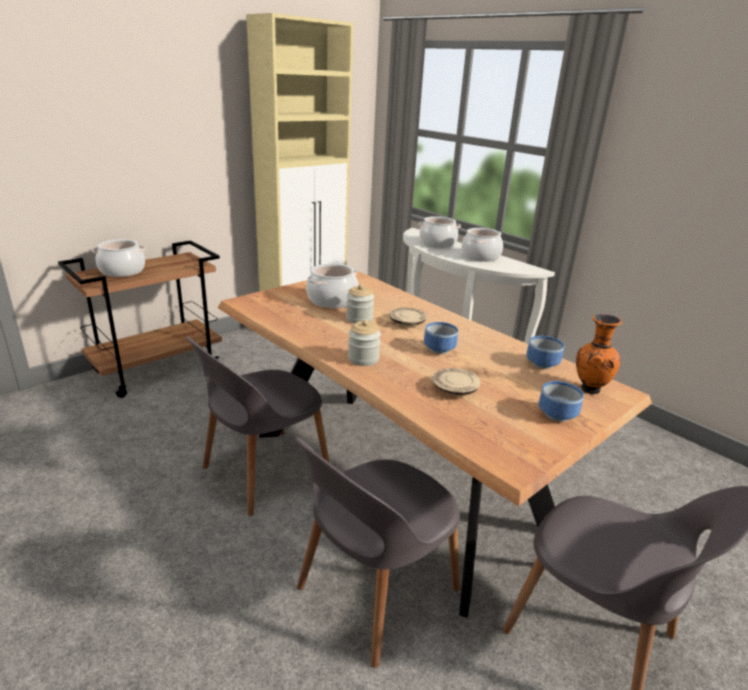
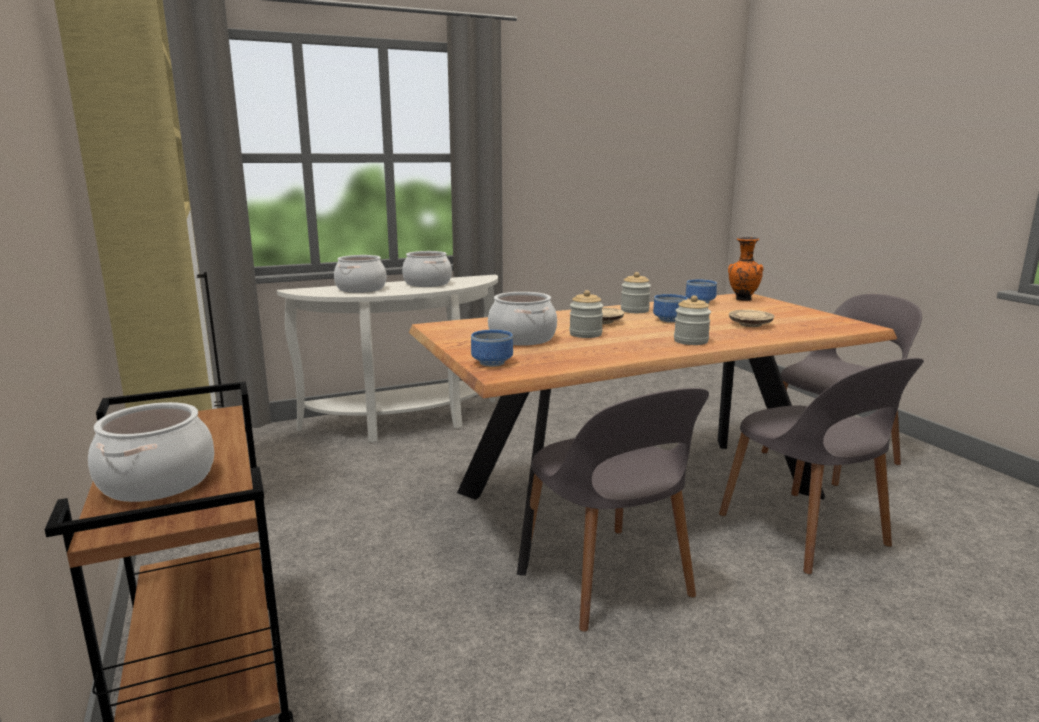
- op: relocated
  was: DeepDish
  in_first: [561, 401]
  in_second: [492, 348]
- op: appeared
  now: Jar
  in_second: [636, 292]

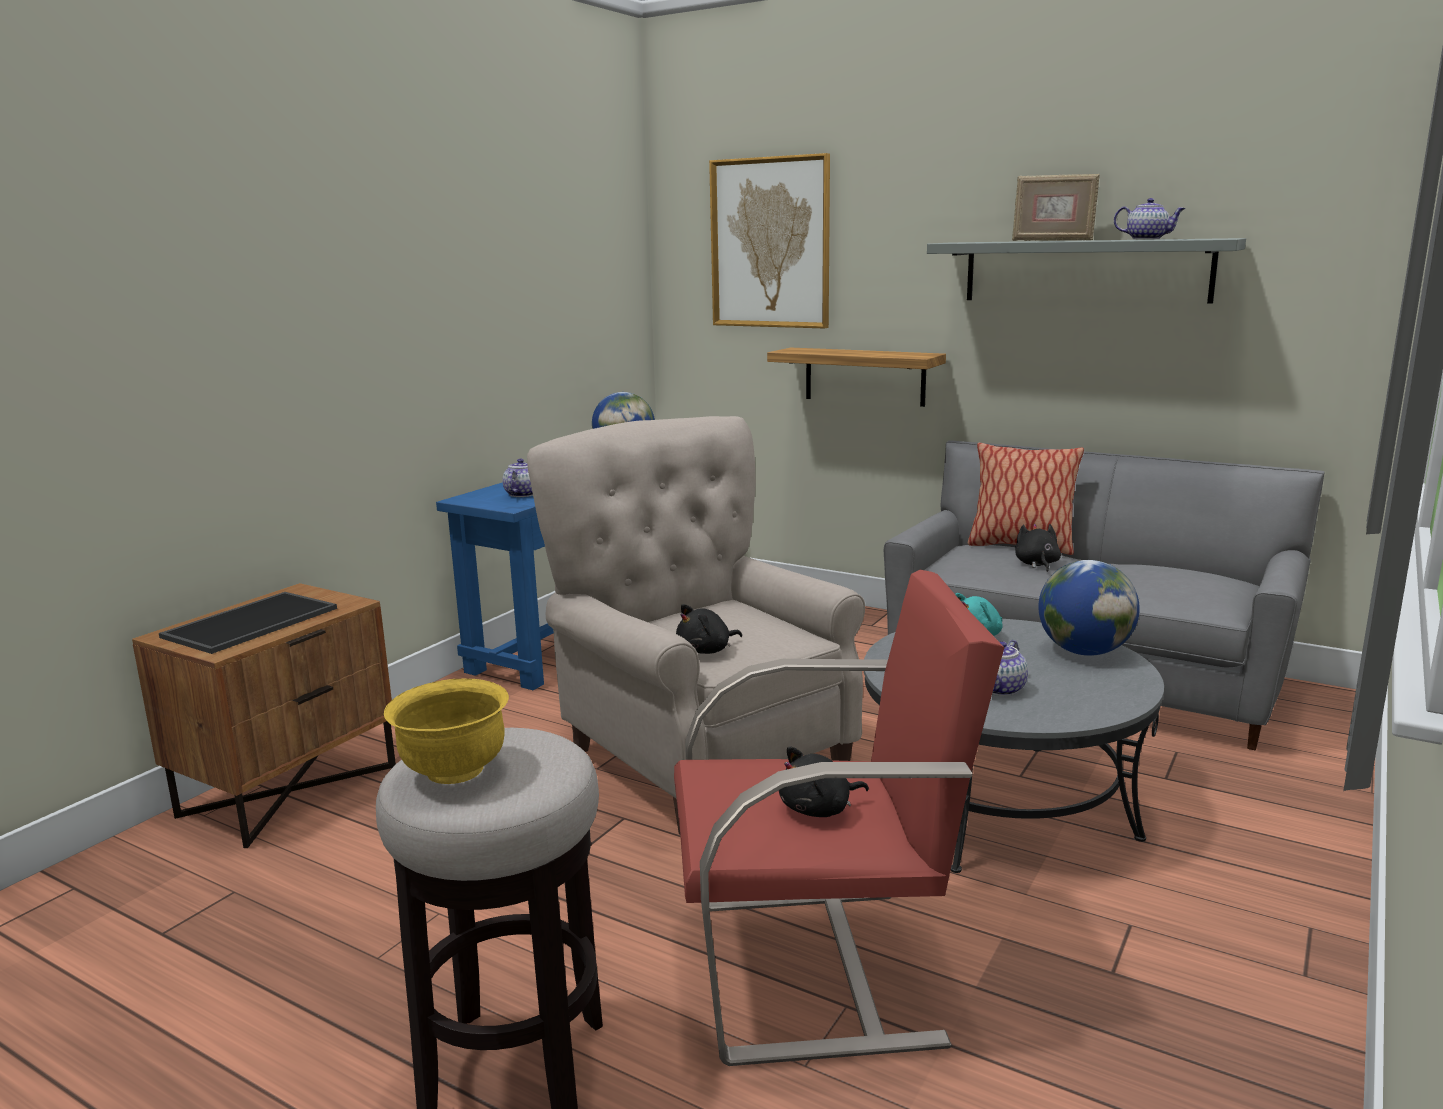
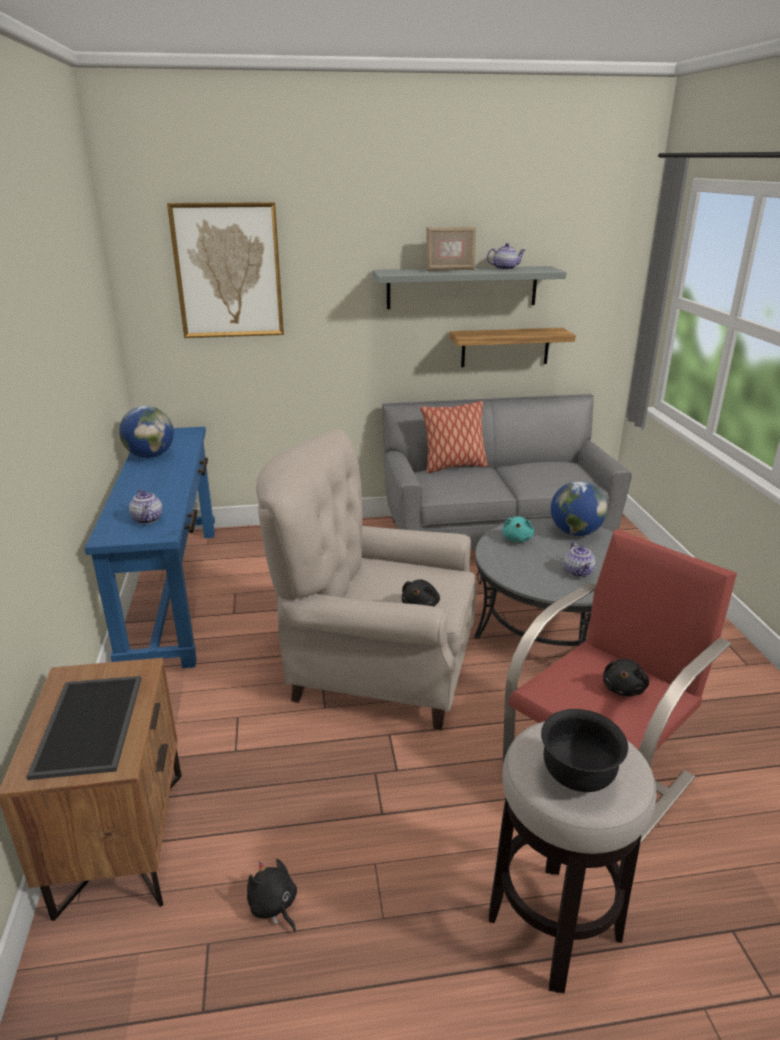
- op: relocated
  was: BlackColouredSoftToy
  in_first: [1038, 548]
  in_second: [272, 896]
- op: relocated
  was: WallShelf
  in_first: [856, 377]
  in_second: [512, 347]
- op: colour
  was: YellowDeepDish
  now: BlackColouredDeepDish
  in_first: [446, 731]
  in_second: [584, 750]

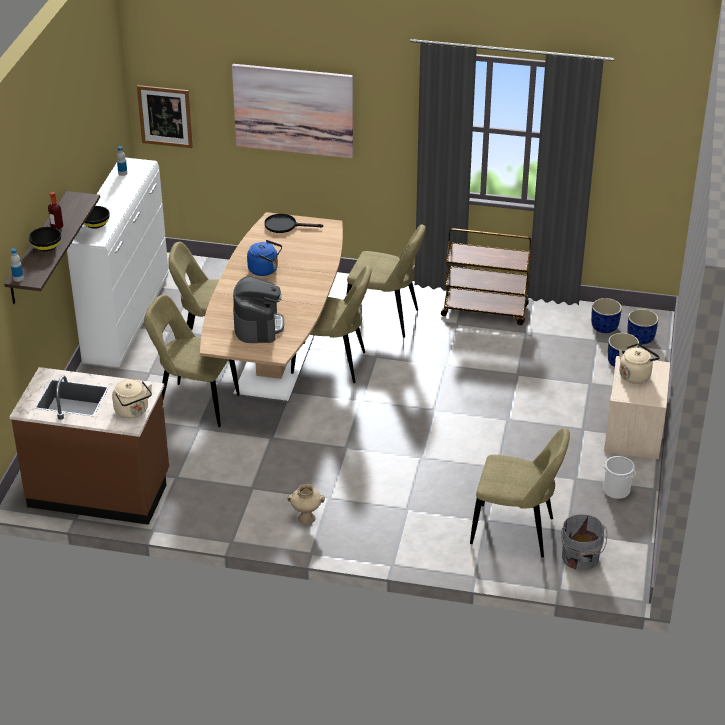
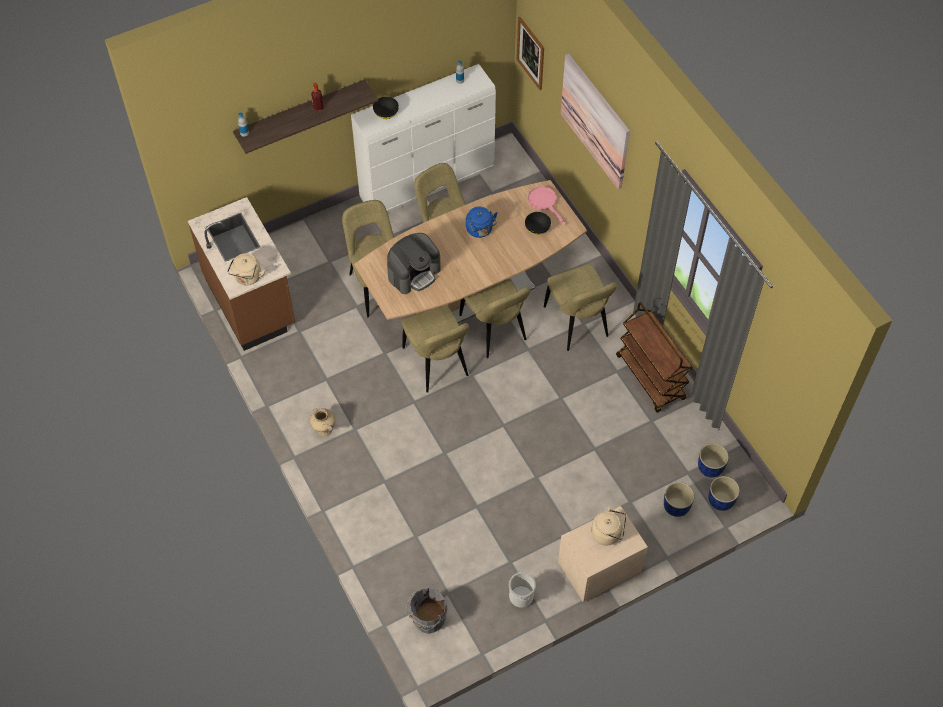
- op: relocated
  was: SandColouredUprightChair
  in_first: [520, 493]
  in_second: [435, 349]
- op: relocated
  was: BlackColouredDeepDish
  in_first: [45, 239]
  in_second: [538, 223]
- op: colour
  was: BlackColouredFryingPan
  now: PinkColouredFryingPan
  in_first: [294, 223]
  in_second: [547, 205]

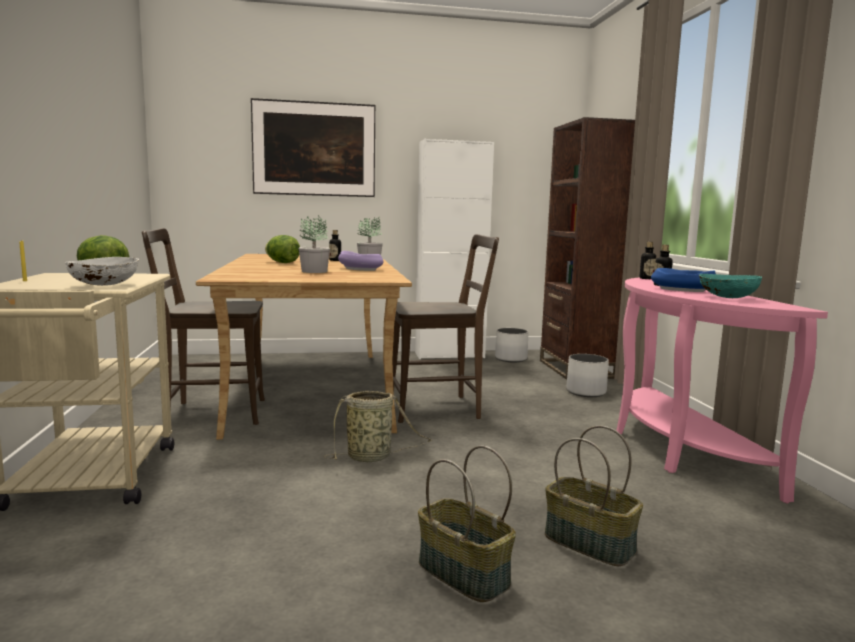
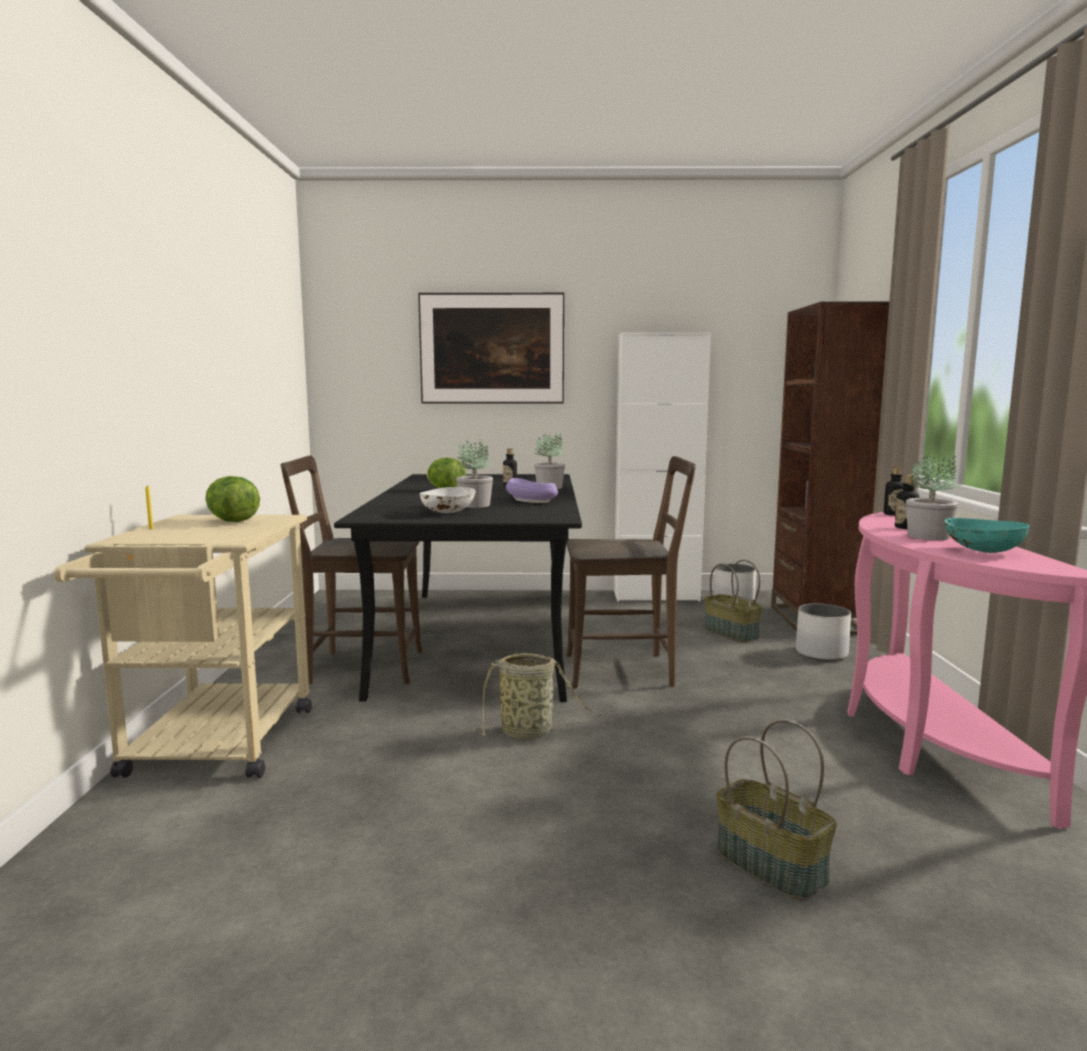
- op: colour
  was: SandColouredDiningTable
  now: BlackColouredDiningTable
  in_first: [304, 347]
  in_second: [458, 588]
- op: relocated
  was: WhitishDeepDish
  in_first: [102, 271]
  in_second: [448, 500]
- op: relocated
  was: Basket
  in_first: [467, 523]
  in_second: [733, 601]
- op: exchanged
  was: BlueDeepDish
  now: Houseplant
  in_first: [683, 280]
  in_second: [932, 497]

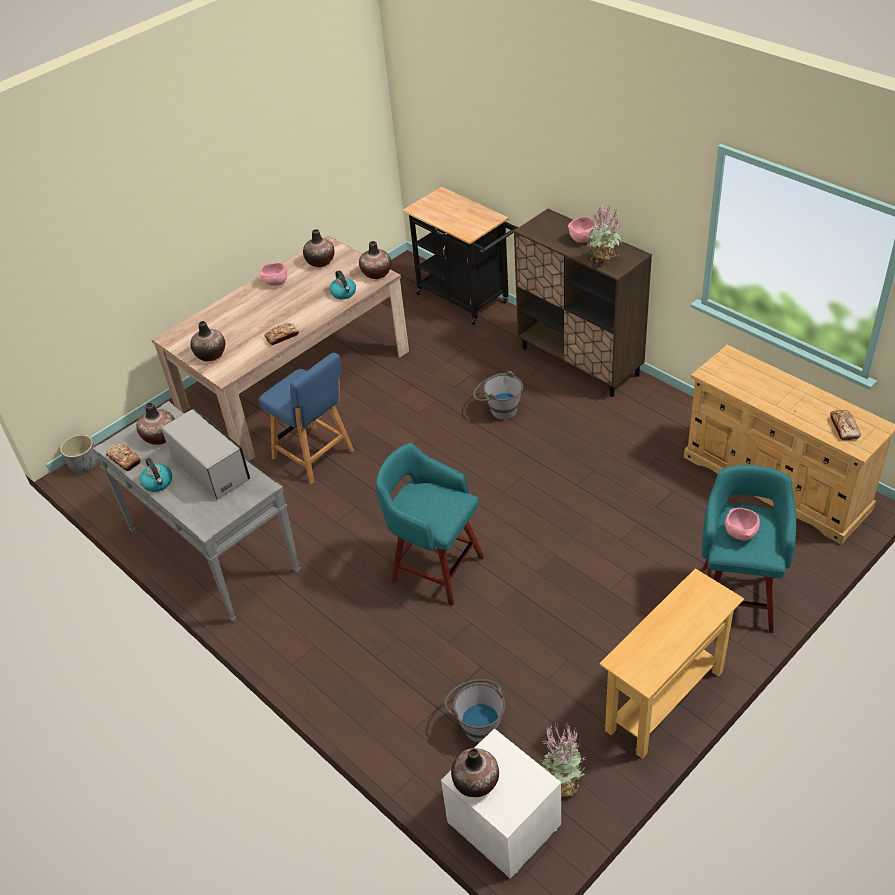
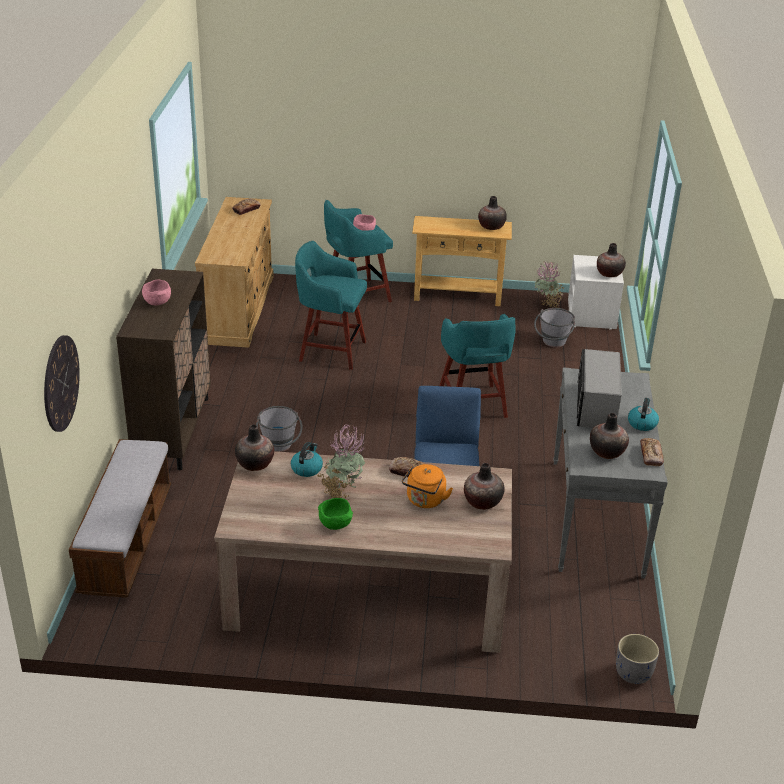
- op: appeared
  now: HangingClock
  in_second: [62, 383]
- op: exchanged
  was: BlackColouredCart
  now: IndoorBench
  in_first: [461, 256]
  in_second: [120, 518]
- op: appeared
  now: TurquoiseColouredSittingStool
  in_second: [331, 305]
- op: relocated
  was: Houseplant
  in_first: [606, 233]
  in_second: [341, 462]
- op: colour
  was: PinkColouredDeepDish
  now: GreenishDeepDish
  in_first: [273, 274]
  in_second: [335, 514]
- op: appeared
  now: OrangeyTeaKettle
  in_second: [427, 486]
- op: relocated
  was: Vase
  in_first: [319, 248]
  in_second: [492, 213]

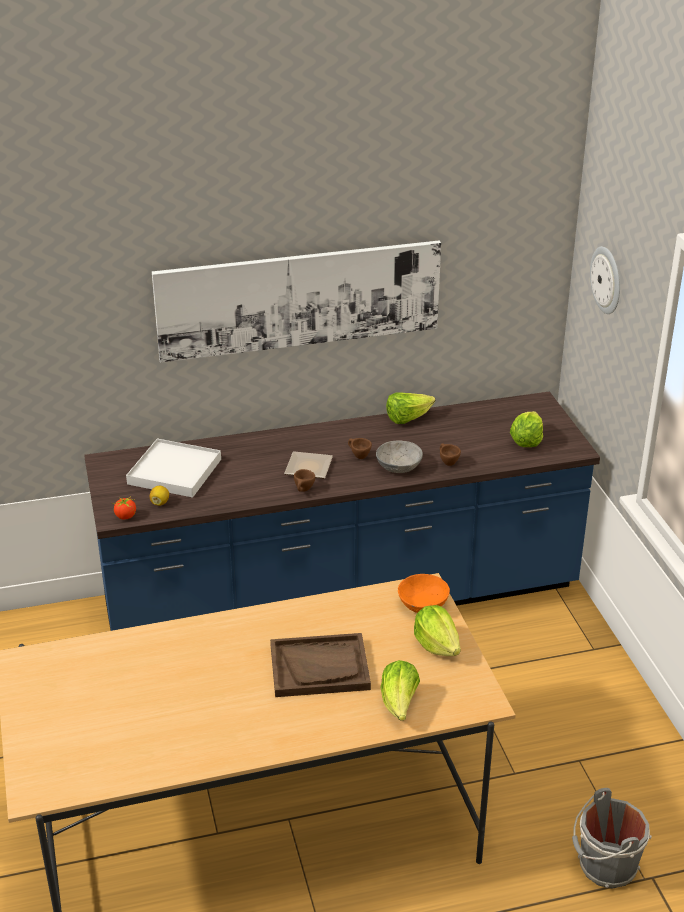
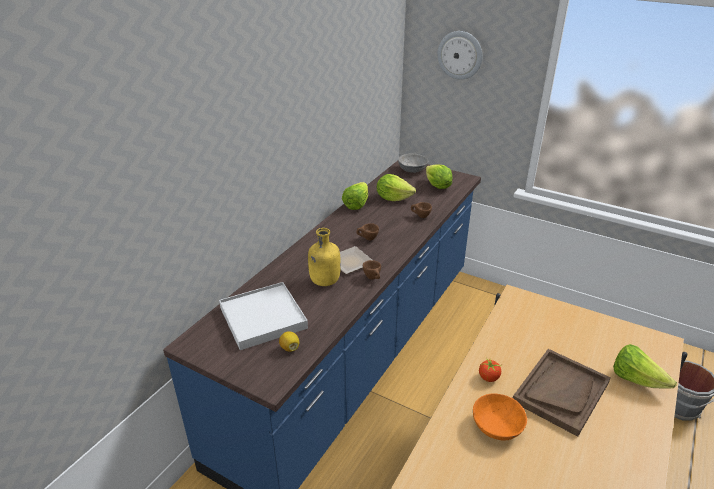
- op: appeared
  now: YellowBeverageBottle
  in_second: [324, 257]
- op: relocated
  was: Lettuce
  in_first: [437, 630]
  in_second: [396, 187]
- op: relocated
  was: GreyishDeepDish
  in_first: [399, 457]
  in_second: [413, 163]
- op: relocated
  was: OrangeyDeepDish
  in_first: [424, 593]
  in_second: [500, 417]
- op: relocated
  was: FreshTomato
  in_first: [124, 508]
  in_second: [490, 370]
- op: missing
  was: WallPicture
  in_first: [296, 302]

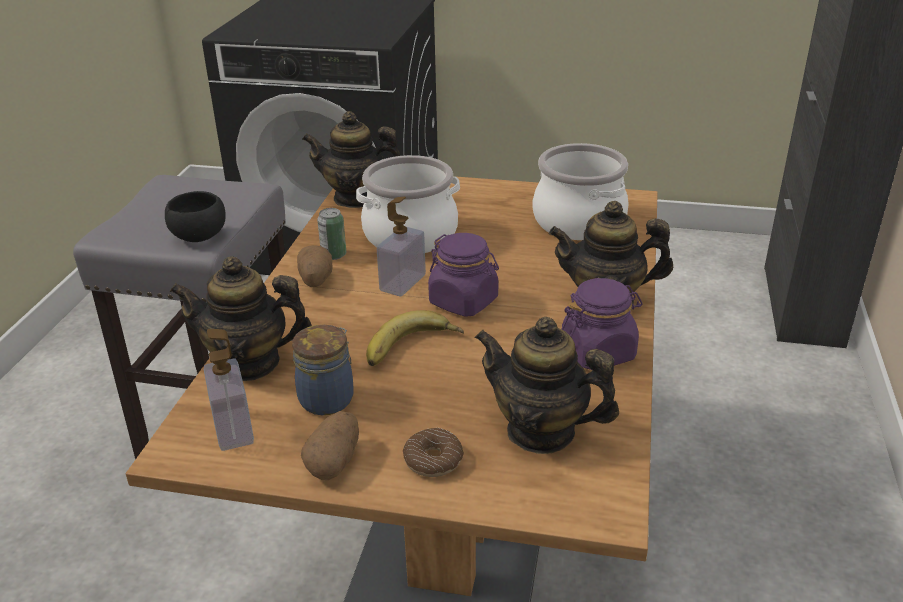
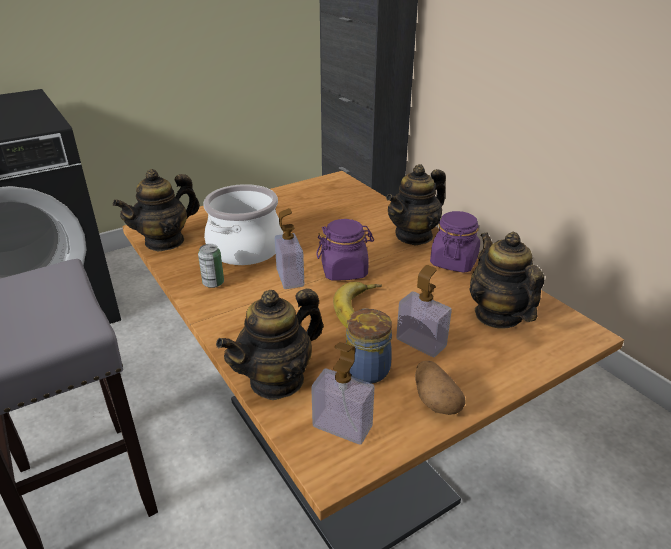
- op: appeared
  now: SoapBottle
  in_second: [424, 311]
- op: spun
  was: Teapot
  in_first: [547, 385]
  in_second: [506, 280]
  clockwise: 90
- op: missing
  was: BlackColouredDeepDish
  in_first: [195, 216]
- op: missing
  was: WholePotato
  in_first: [314, 266]
- op: missing
  was: Donut
  in_first: [433, 452]
- op: missing
  was: CookingPot
  in_first: [581, 191]

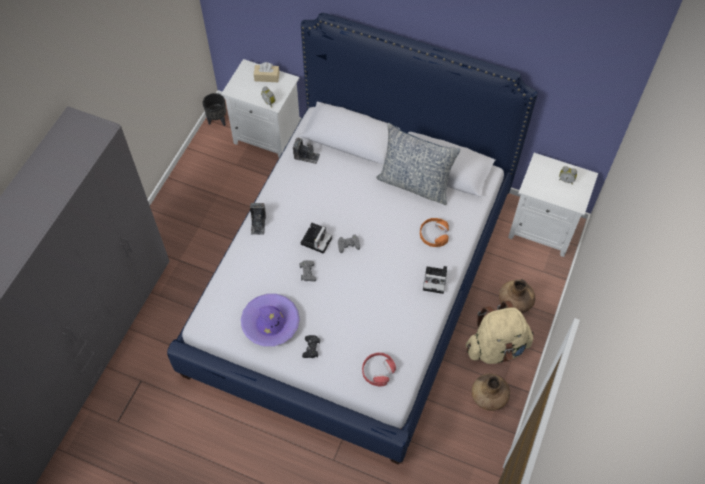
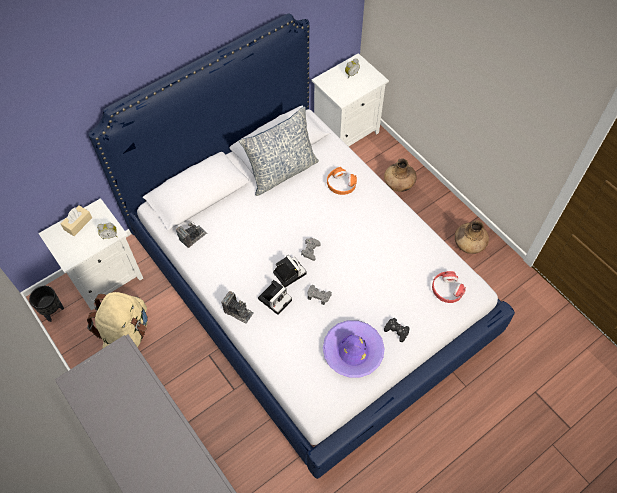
- op: relocated
  was: SandColouredBackpack
  in_first: [500, 332]
  in_second: [117, 320]
- op: relocated
  was: StillCamera
  in_first: [435, 280]
  in_second: [275, 297]

